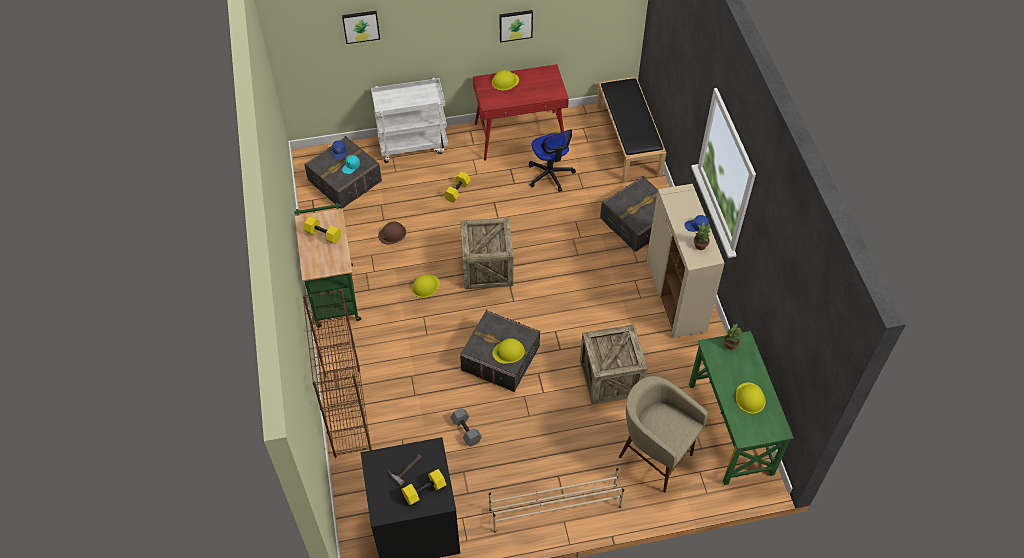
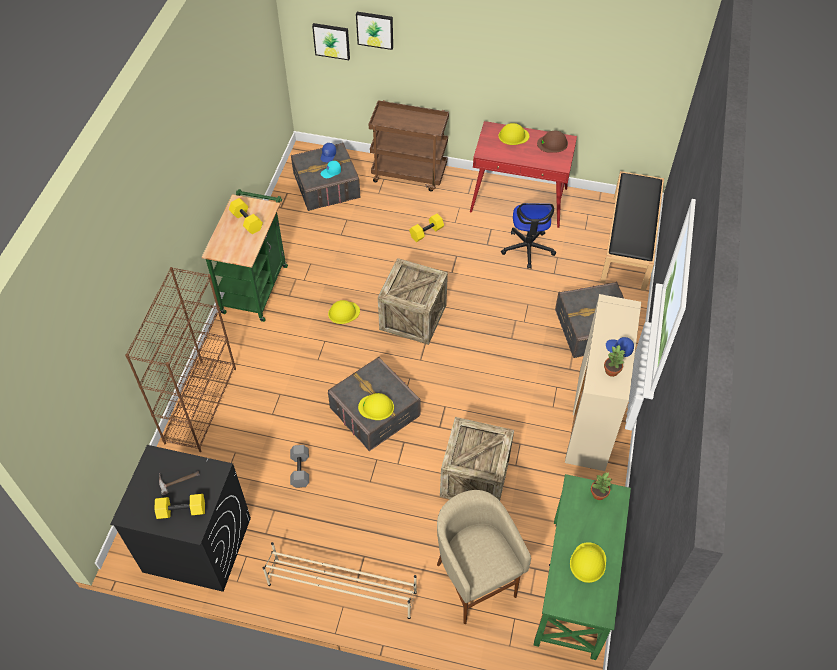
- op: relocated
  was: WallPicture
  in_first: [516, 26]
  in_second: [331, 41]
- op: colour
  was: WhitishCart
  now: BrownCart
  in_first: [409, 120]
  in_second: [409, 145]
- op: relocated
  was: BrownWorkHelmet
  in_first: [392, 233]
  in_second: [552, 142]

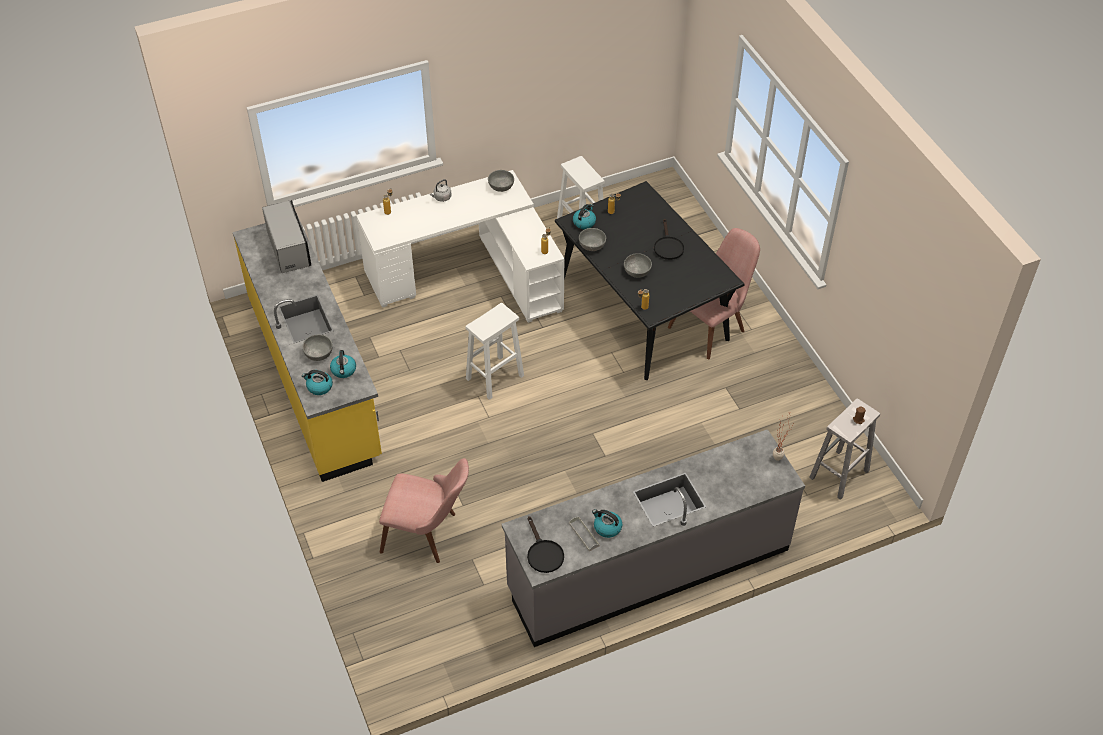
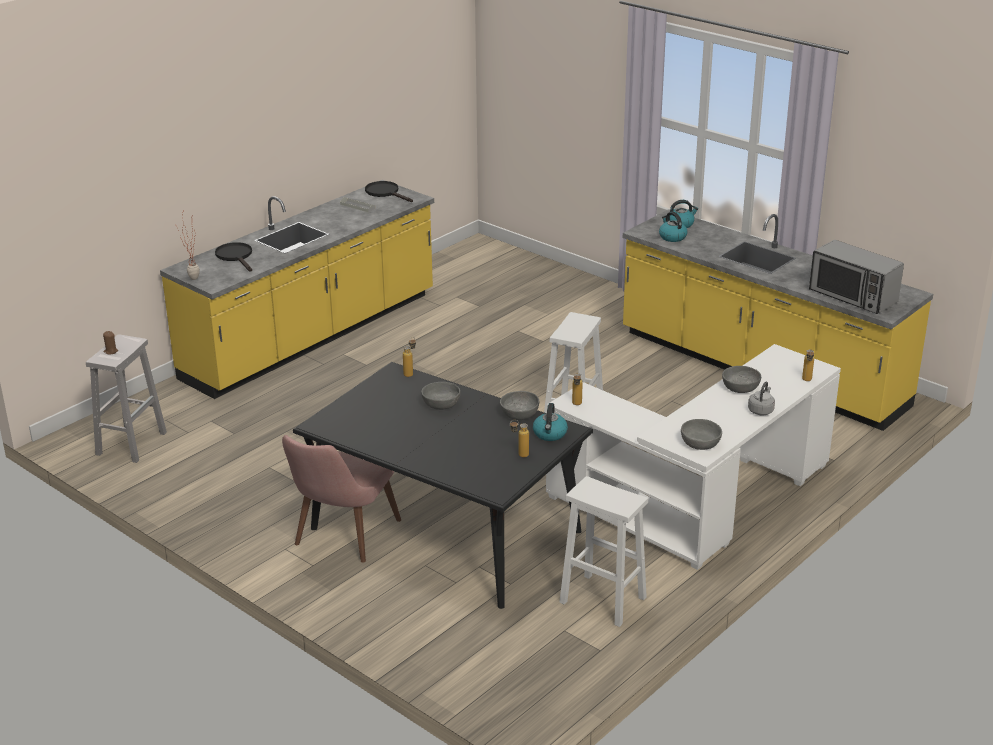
- op: colour
  was: GreyishKitchenBaseUnit
  now: YellowKitchenBaseUnit
  in_first: [653, 538]
  in_second: [297, 289]
- op: relocated
  was: BlackColouredFryingPan
  in_first: [669, 239]
  in_second: [233, 257]
- op: relocated
  was: GreyishDeepDish
  in_first: [318, 348]
  in_second: [741, 379]
- op: missing
  was: PinkColouredUprightChair
  in_first: [424, 510]
- op: missing
  was: TeaKettle
  in_first: [607, 523]

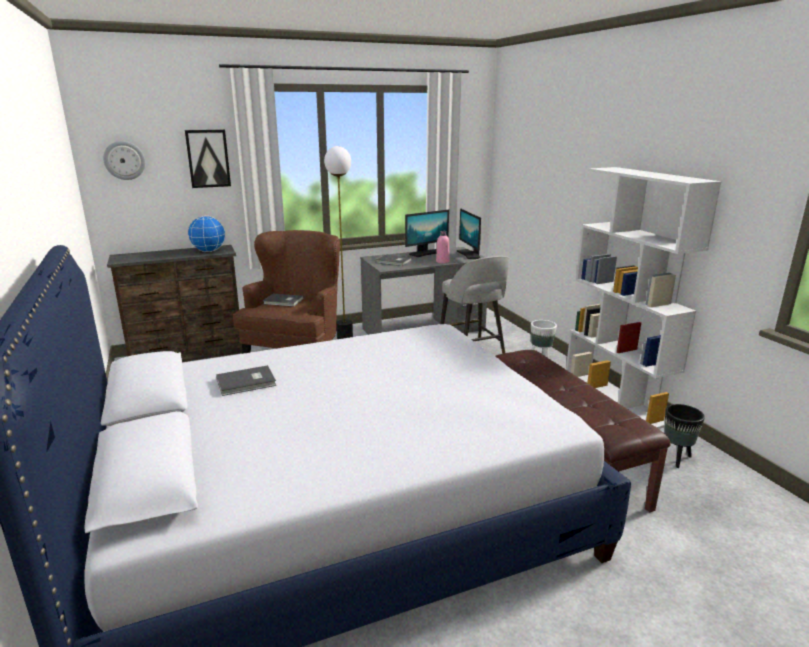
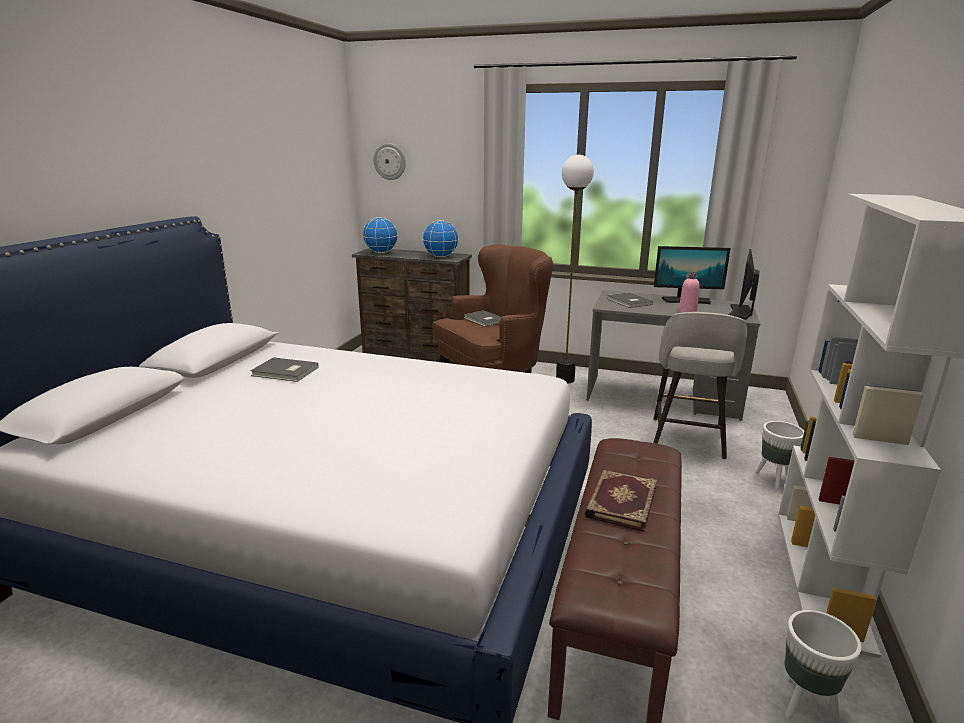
- op: appeared
  now: WorldGlobe
  in_second: [380, 235]
- op: appeared
  now: Book
  in_second: [621, 500]
- op: colour
  was: BlackColouredFlowerPot
  now: WhitishFlowerPot
  in_first: [684, 436]
  in_second: [823, 665]
- op: missing
  was: WallPicture
  in_first: [208, 159]

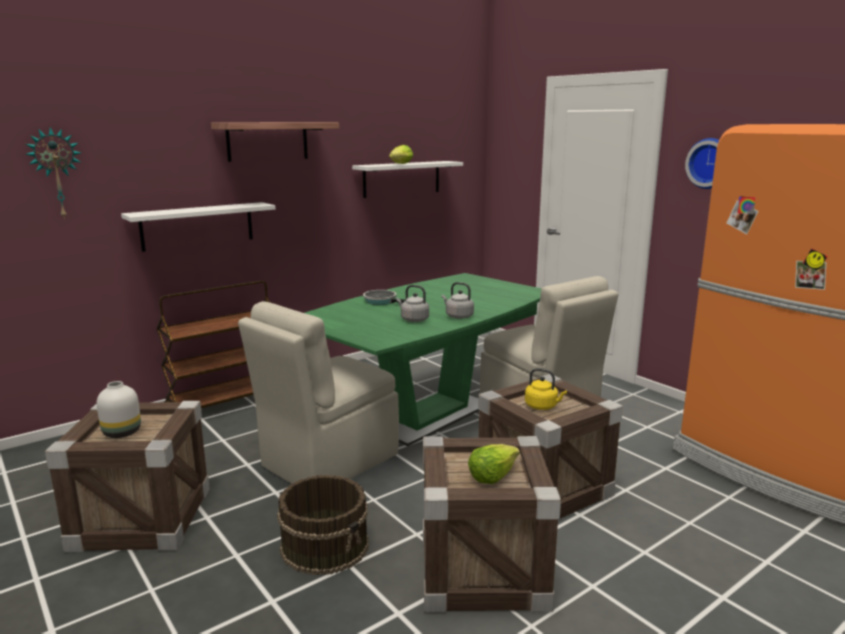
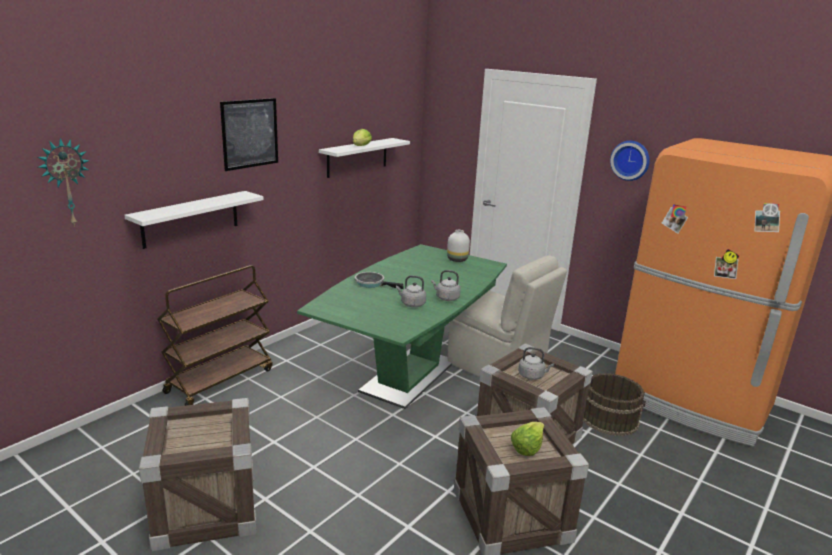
- op: exchanged
  was: WallShelf
  now: WallPicture
  in_first: [275, 142]
  in_second: [249, 134]
- op: relocated
  was: WhitishVase
  in_first: [119, 409]
  in_second: [458, 246]
- op: colour
  was: YellowTeaKettle
  now: GreyishTeaKettle
  in_first: [546, 389]
  in_second: [536, 363]
- op: relocated
  was: BrownBucket
  in_first: [322, 525]
  in_second: [614, 404]
- op: missing
  was: SandColouredUprightChair
  in_first: [318, 392]

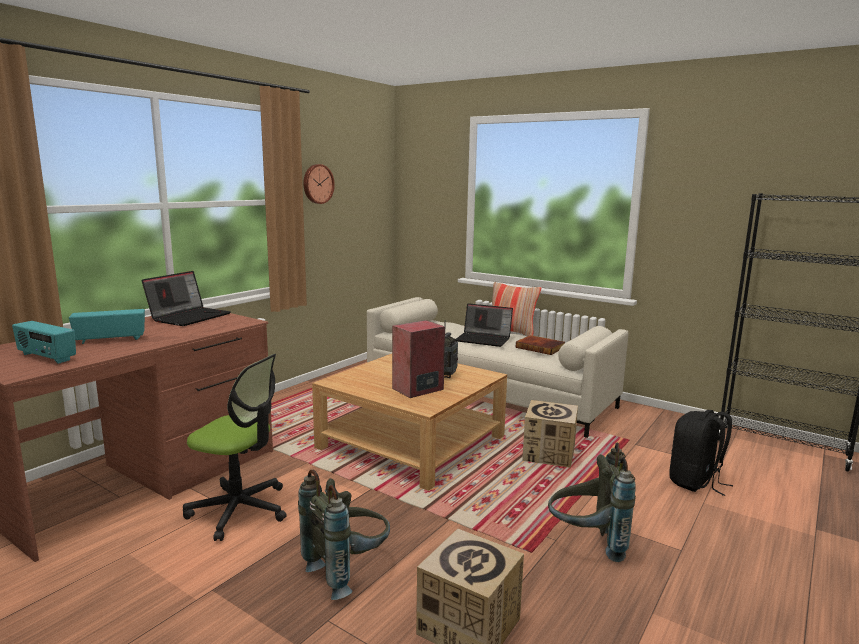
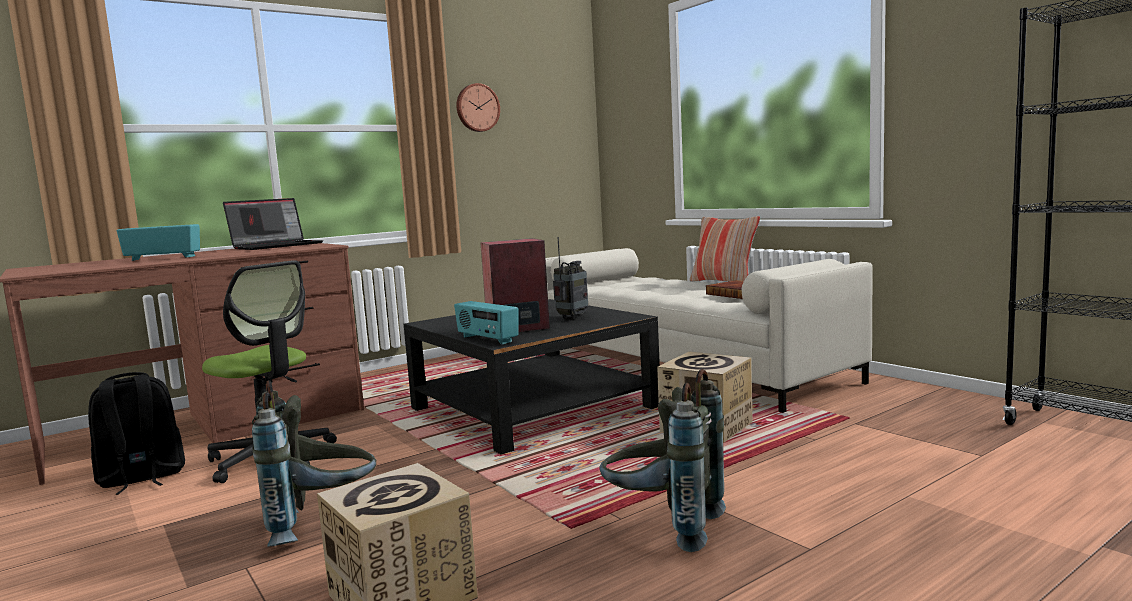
- op: relocated
  was: BlackColouredBackpack
  in_first: [701, 453]
  in_second: [136, 433]
- op: colour
  was: SandColouredLowTable
  now: BlackColouredLowTable
  in_first: [409, 422]
  in_second: [532, 377]
- op: relocated
  was: RadioSet
  in_first: [44, 342]
  in_second: [486, 323]
- op: missing
  was: Laptop
  in_first: [484, 325]

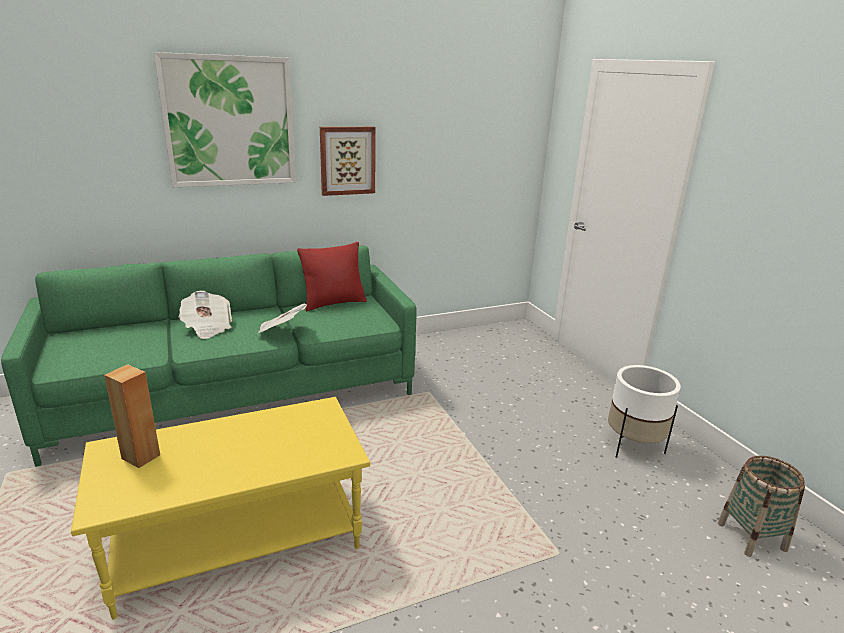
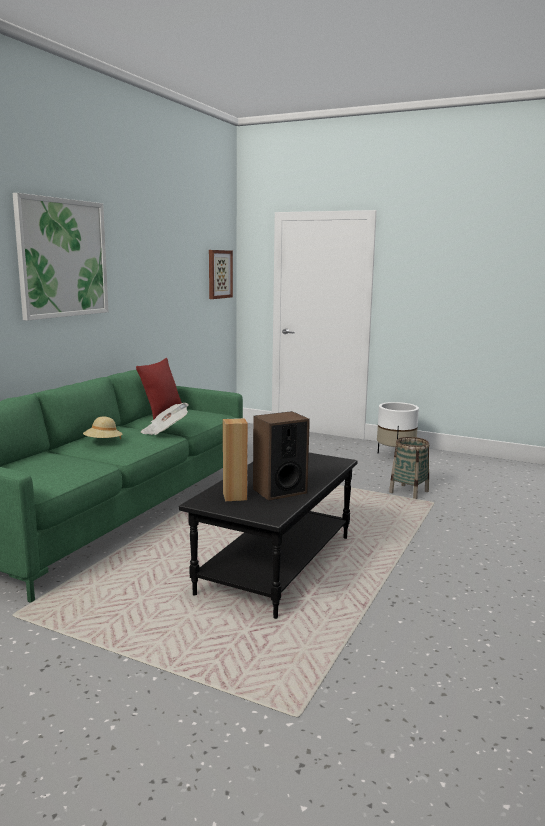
- op: exchanged
  was: Newspaper
  now: SandColouredHat
  in_first: [205, 315]
  in_second: [102, 428]
- op: colour
  was: YellowLowTable
  now: BlackColouredLowTable
  in_first: [220, 508]
  in_second: [268, 536]
- op: relocated
  was: WallPicture
  in_first: [348, 161]
  in_second: [221, 274]
- op: appeared
  now: AudioSpeaker
  in_second: [281, 456]
- op: relocated
  was: Basket
  in_first: [761, 506]
  in_second: [409, 468]

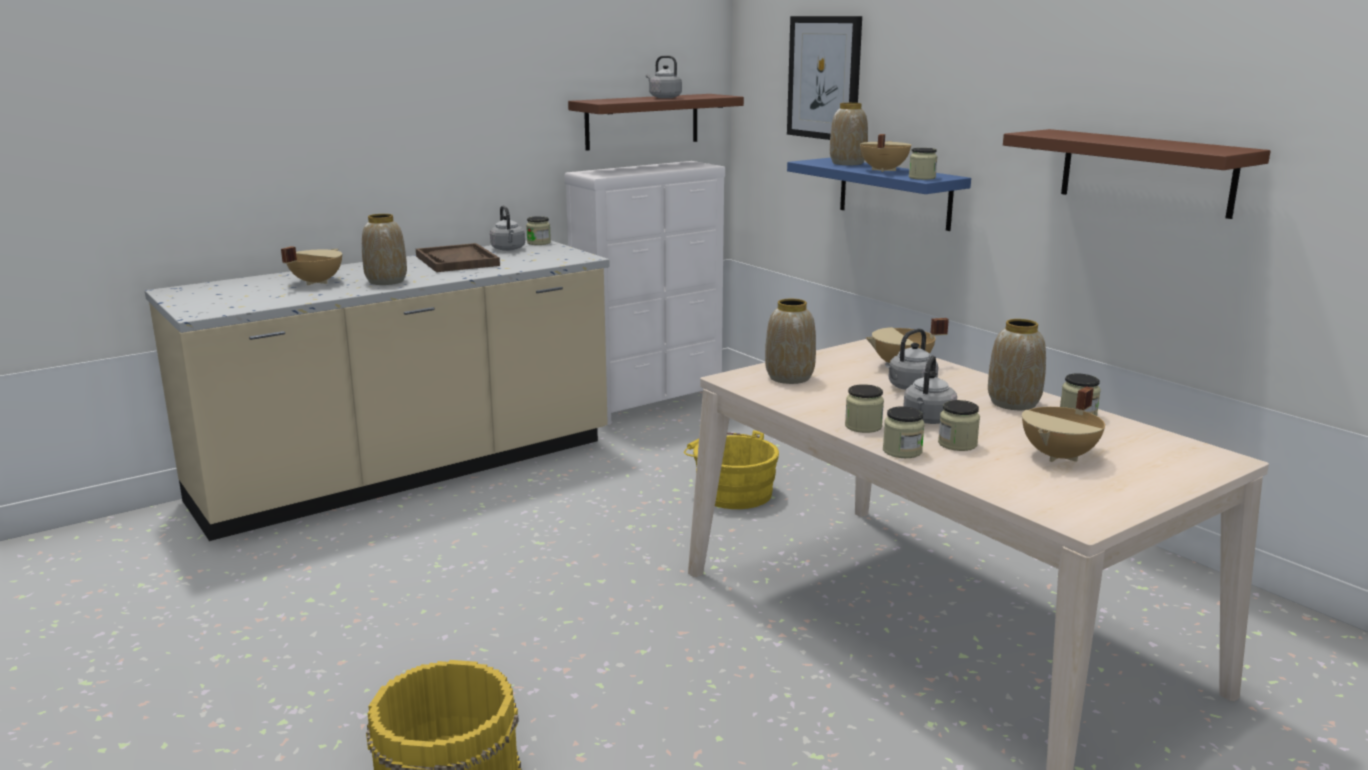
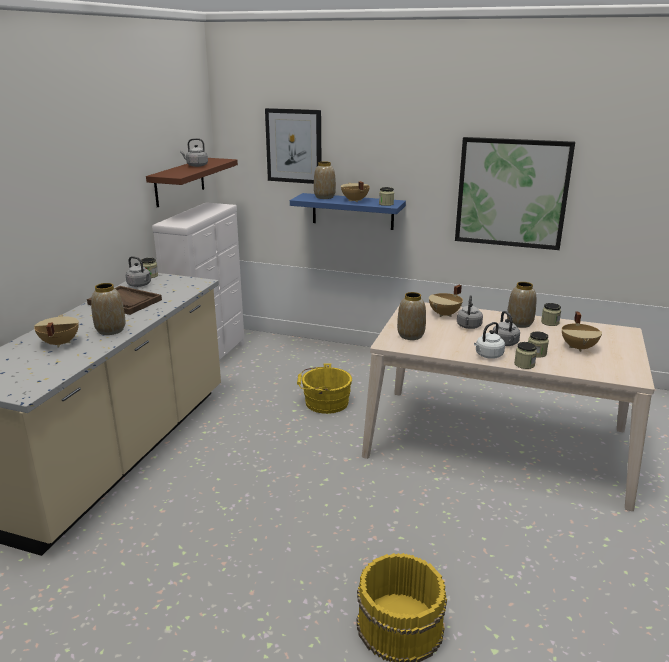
- op: exchanged
  was: BrownWallShelf
  now: WallPicture
  in_first: [1137, 174]
  in_second: [515, 193]
- op: exchanged
  was: Jar
  now: WhitishTeaKettle
  in_first: [864, 408]
  in_second: [489, 340]

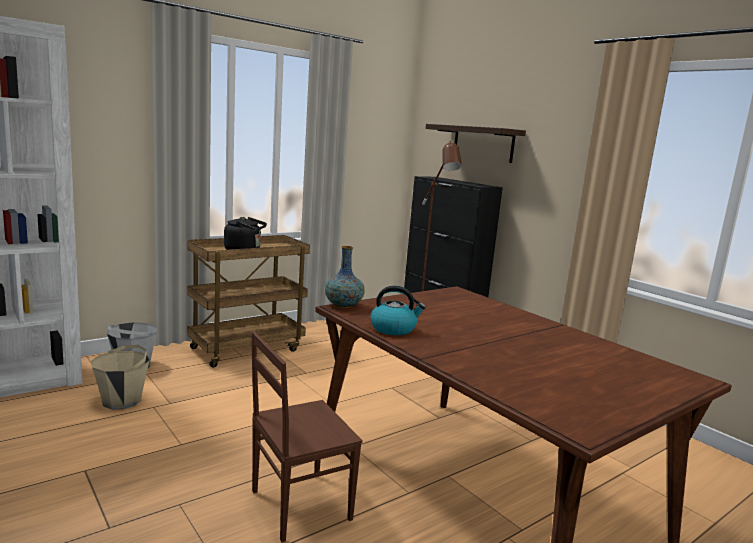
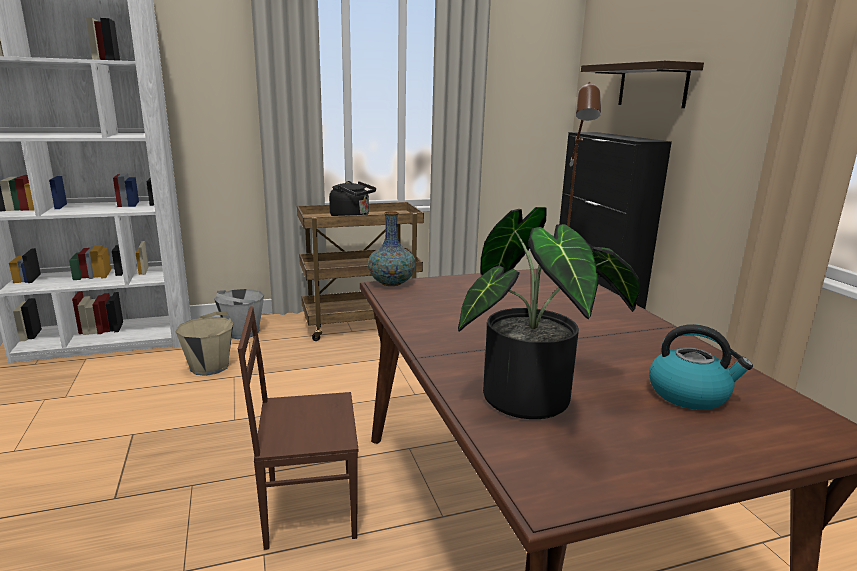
- op: appeared
  now: Houseplant
  in_second: [549, 313]
- op: relocated
  was: TeaKettle
  in_first: [398, 310]
  in_second: [701, 367]

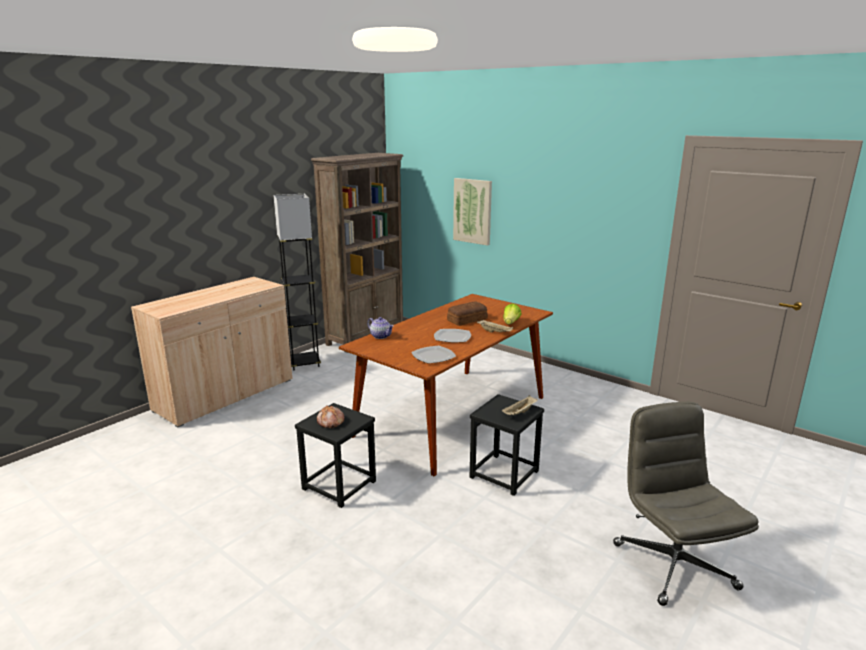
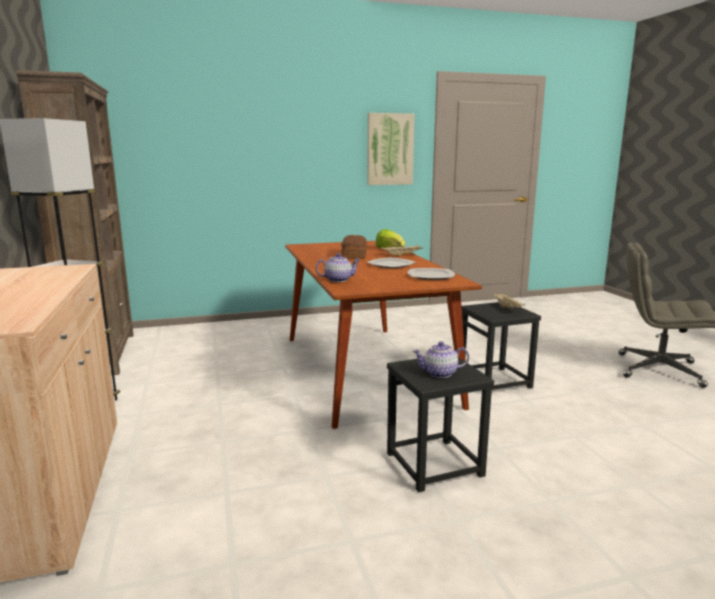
- op: relocated
  was: WallPicture
  in_first: [472, 212]
  in_second: [391, 149]
- op: exchanged
  was: Bread
  now: Teapot
  in_first: [330, 416]
  in_second: [441, 359]

